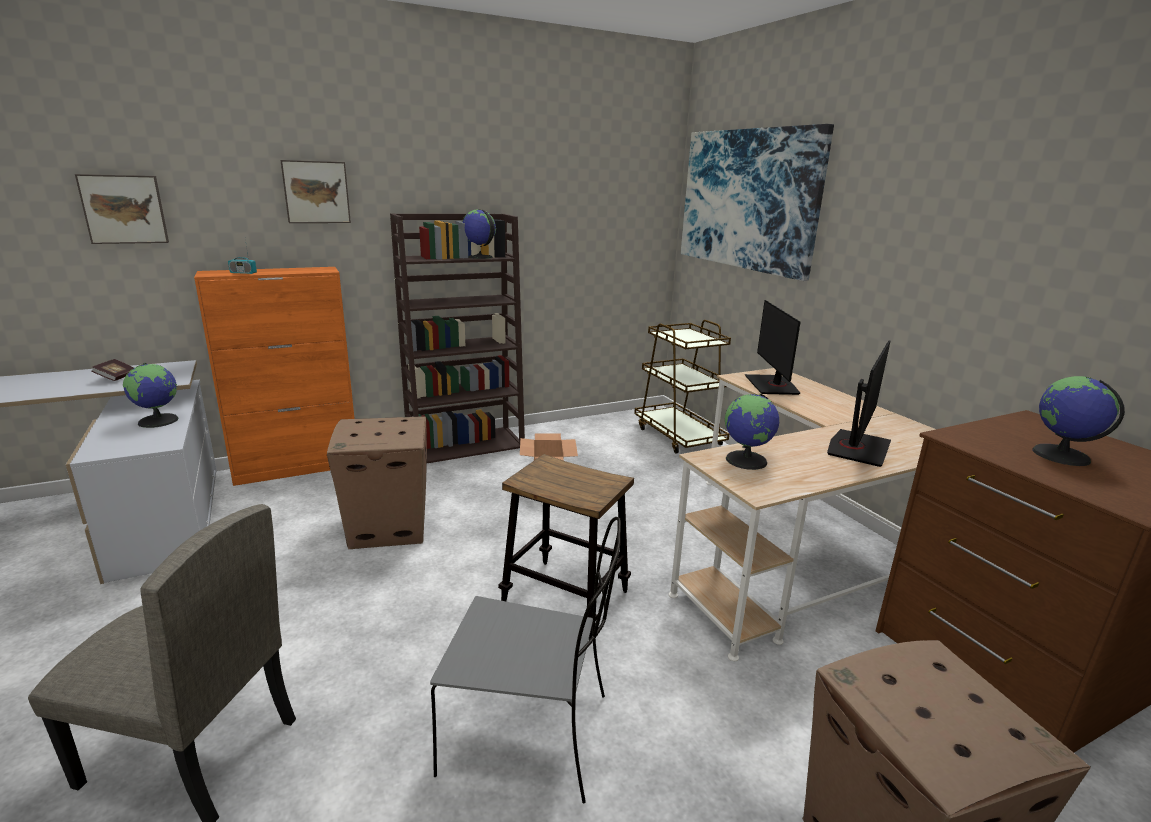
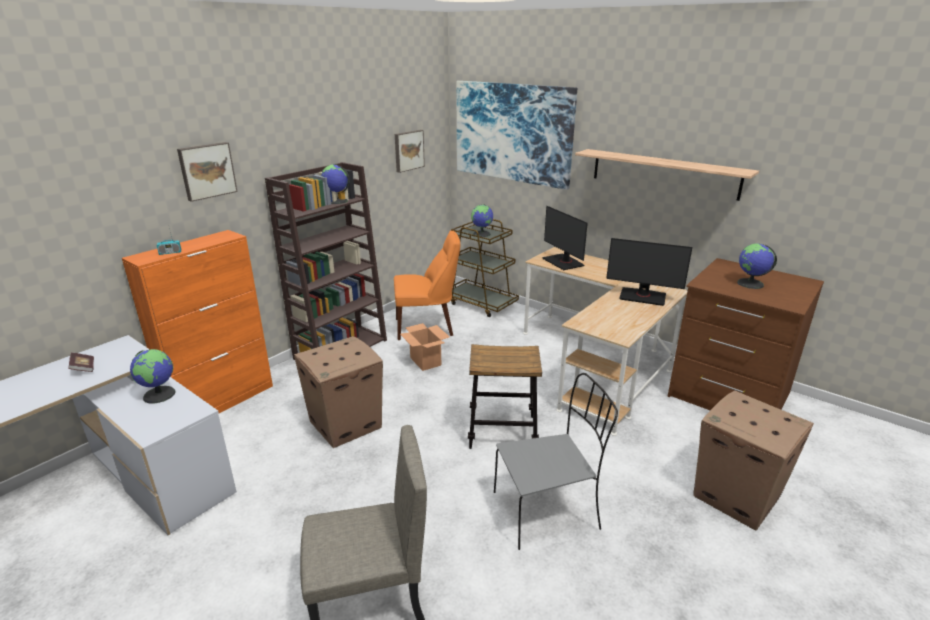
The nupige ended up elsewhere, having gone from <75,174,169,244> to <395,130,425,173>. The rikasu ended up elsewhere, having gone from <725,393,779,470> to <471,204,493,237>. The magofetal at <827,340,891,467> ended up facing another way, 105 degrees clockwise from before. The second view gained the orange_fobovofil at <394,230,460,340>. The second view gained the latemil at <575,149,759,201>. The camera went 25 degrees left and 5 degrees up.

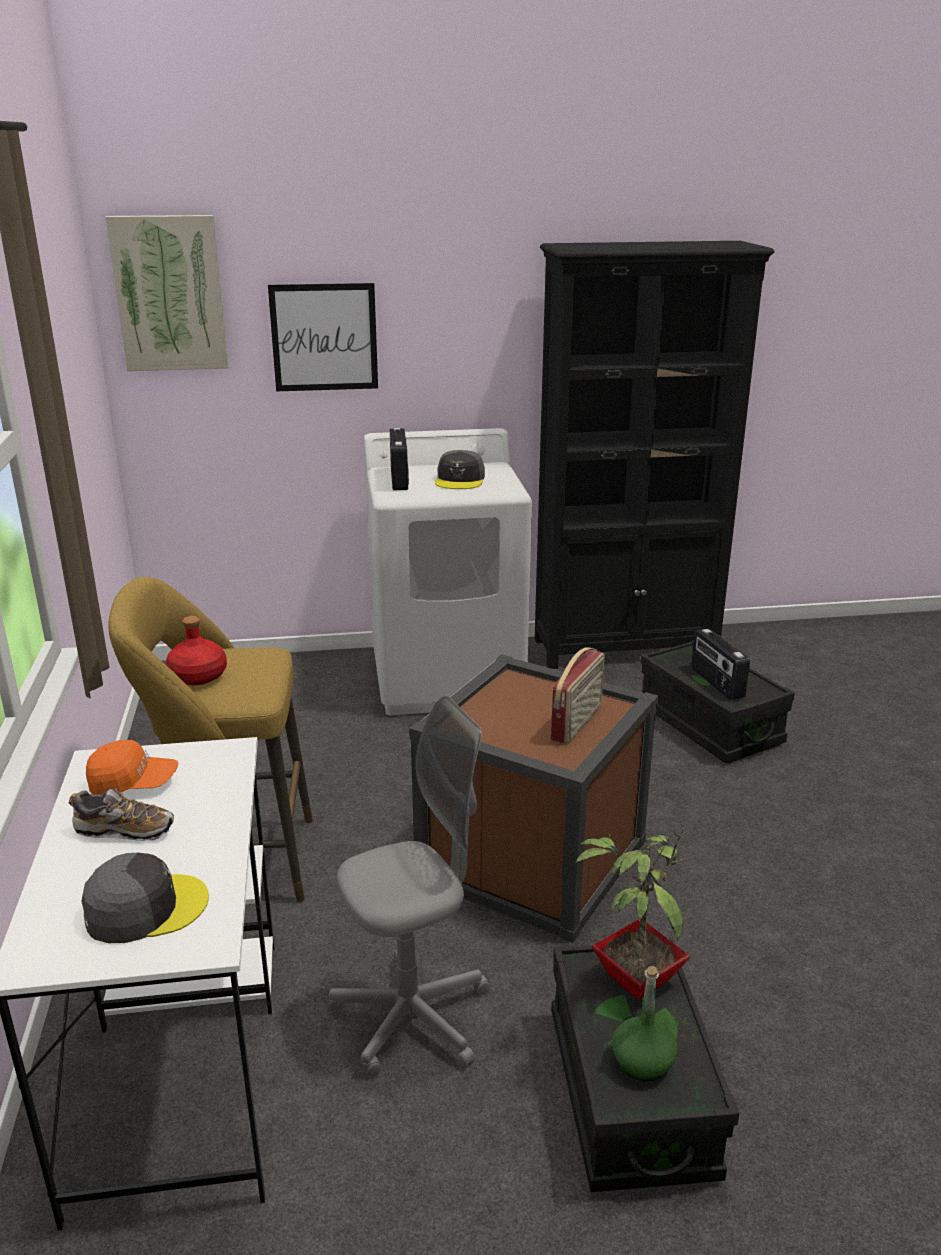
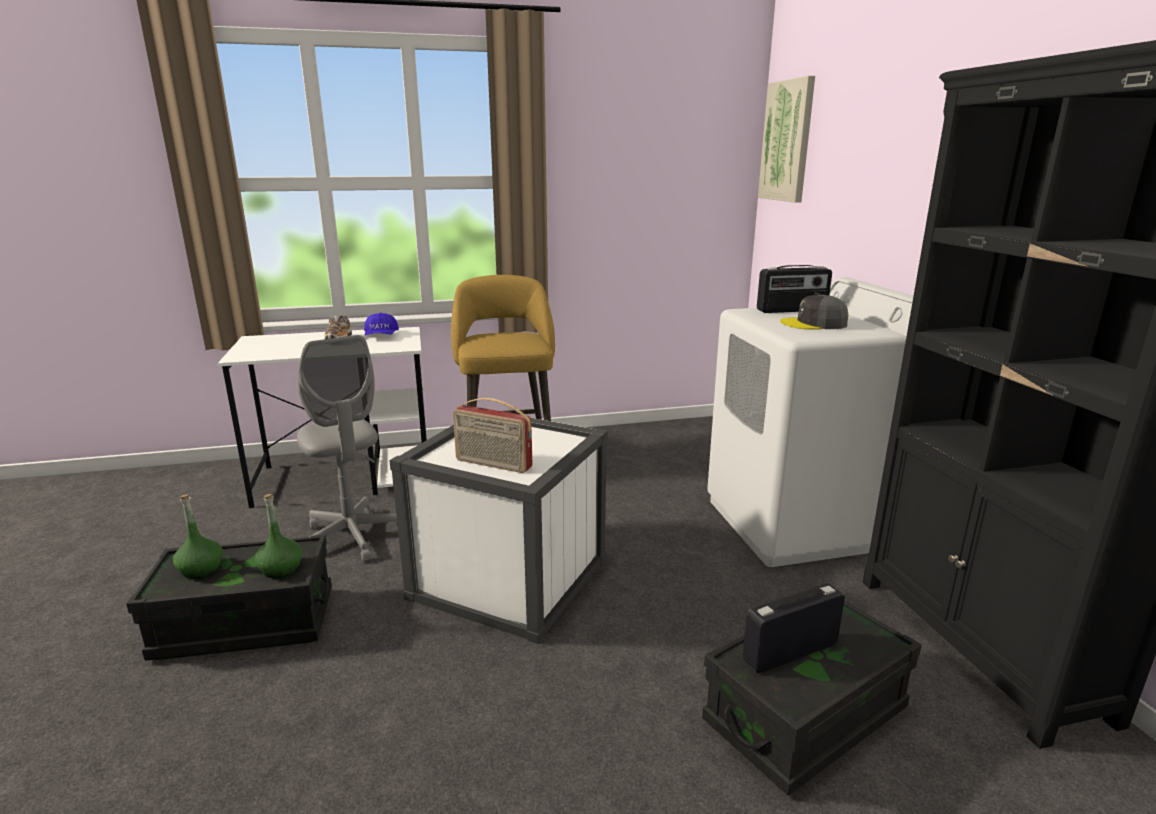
The second view lost the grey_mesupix at <81,853,209,943>. What was the orange_mesupix at <86,740,179,795> turned into the blue_mesupix at <364,313,399,335>. The second view lost the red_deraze at <166,616,227,685>. The second view lost the nupige at <268,283,378,391>. What was the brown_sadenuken at <409,654,658,943> turned into the white_sadenuken at <389,418,608,644>. Where the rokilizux stood at <575,822,696,1000>, the green_deraze came to stand at <255,494,302,578>. The camera went 85 degrees right and 5 degrees down.

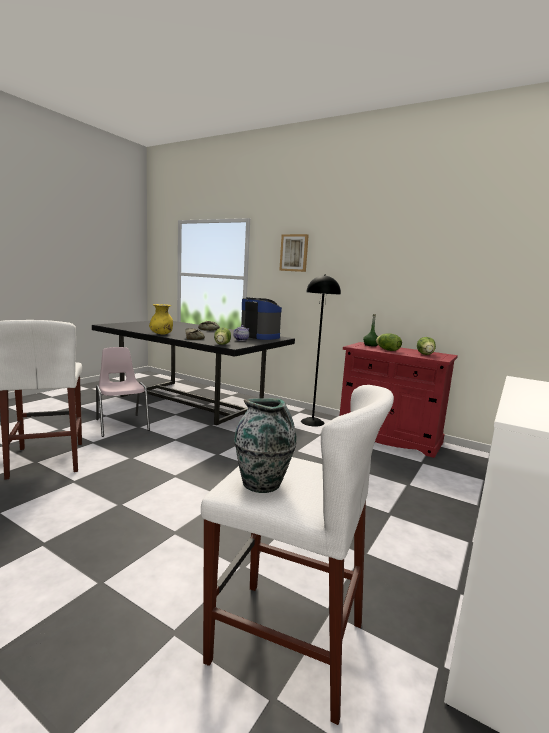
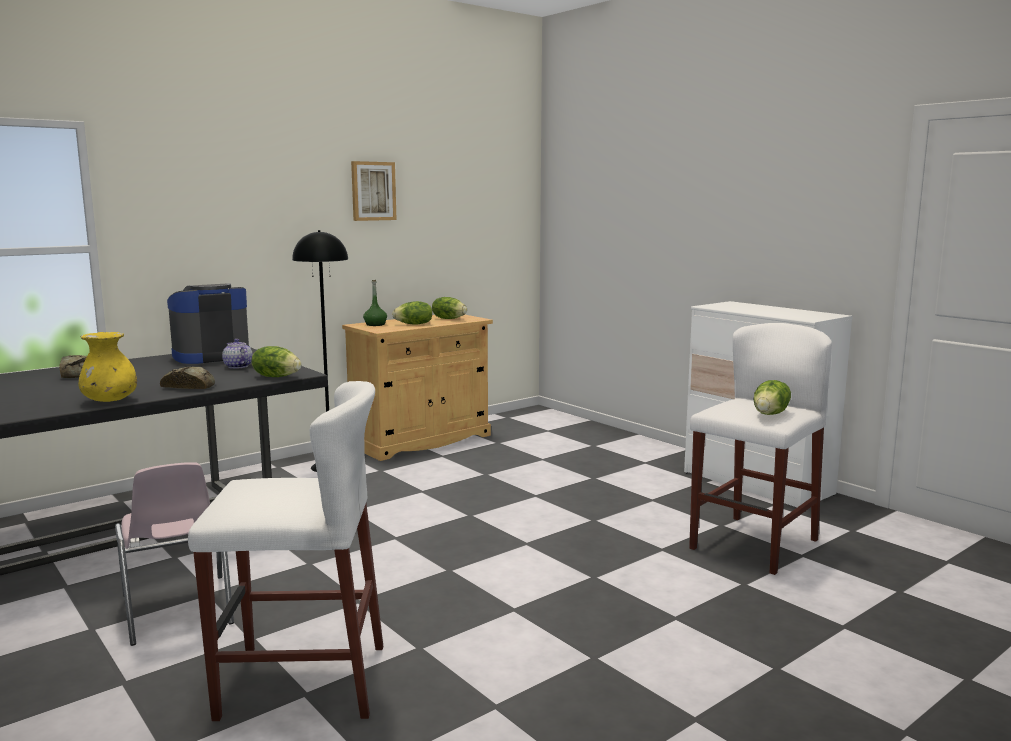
The pink_fobovofil at <96,347,150,437> ended up facing another way, 105 degrees counterclockwise from before. Where the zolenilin stood at <234,398,297,493>, the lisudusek came to stand at <754,380,791,415>. The nupige ended up elsewhere, having gone from <279,234,309,272> to <351,161,397,221>. What was the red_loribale at <339,342,458,458> turned into the beige_loribale at <342,315,493,461>. The camera went 70 degrees left and 0 degrees up.

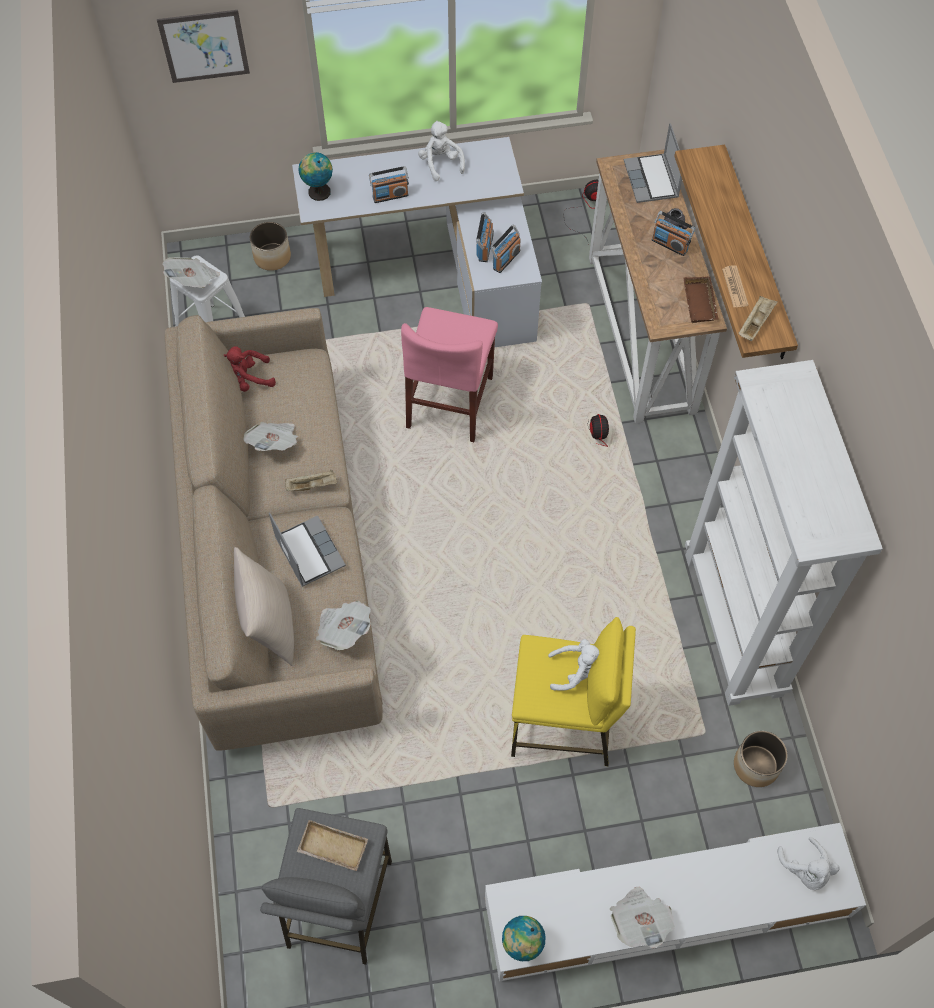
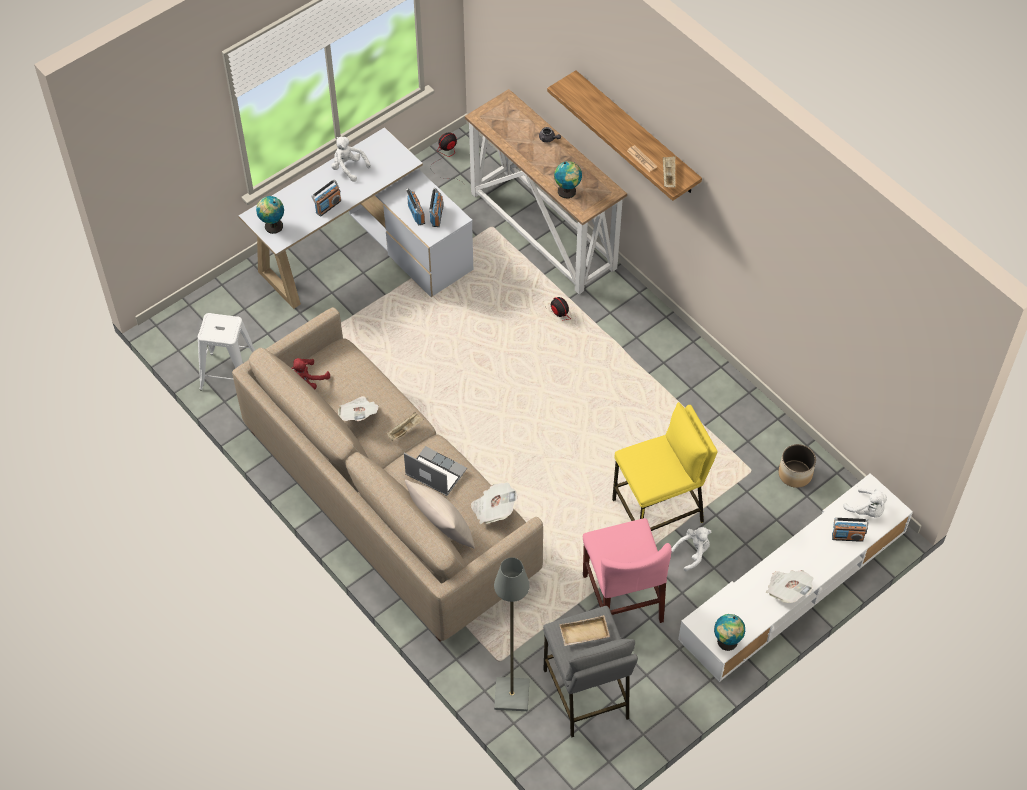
The second view lost the nupige at <157,10,250,83>. The second view lost the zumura at <162,257,220,288>. The second view lost the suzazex at <250,222,291,271>. The pink_fobovofil ended up elsewhere, having gone from <401,307,498,442> to <583,518,672,623>. The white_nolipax ended up elsewhere, having gone from <548,639,599,691> to <671,527,711,571>. The second view lost the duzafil at <624,123,682,203>. The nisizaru ended up elsewhere, having gone from <652,211,695,256> to <832,518,869,542>. The second view lost the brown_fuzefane at <684,277,719,323>. The second view lost the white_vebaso at <685,360,883,706>. The second view gained the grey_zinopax at <494,557,530,711>. The second view gained the rikasu at <554,161,582,199>. The camera went 30 degrees left and 5 degrees down.

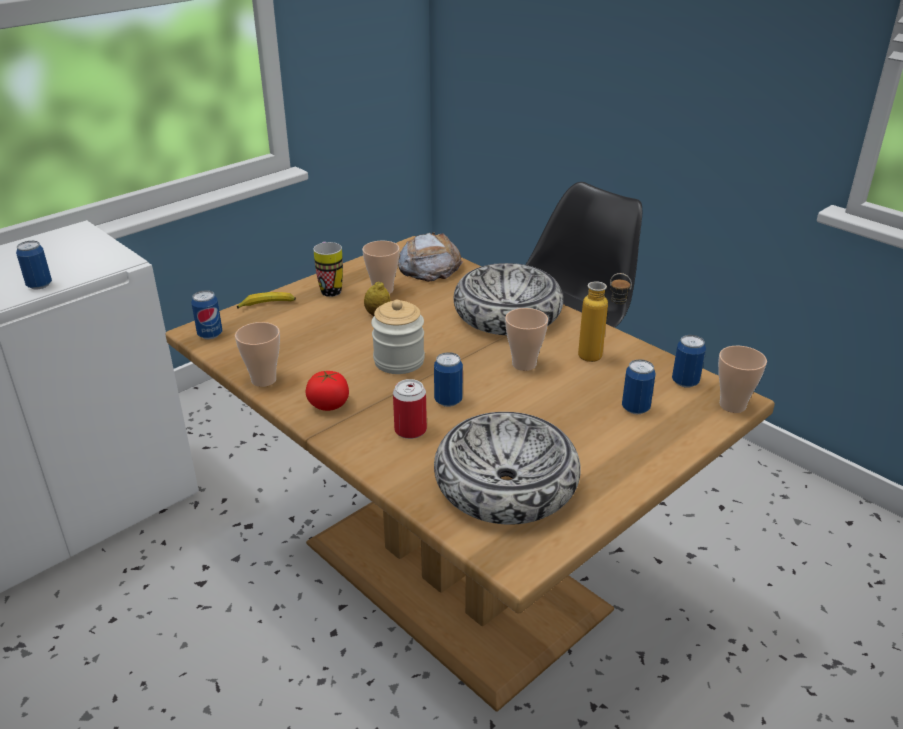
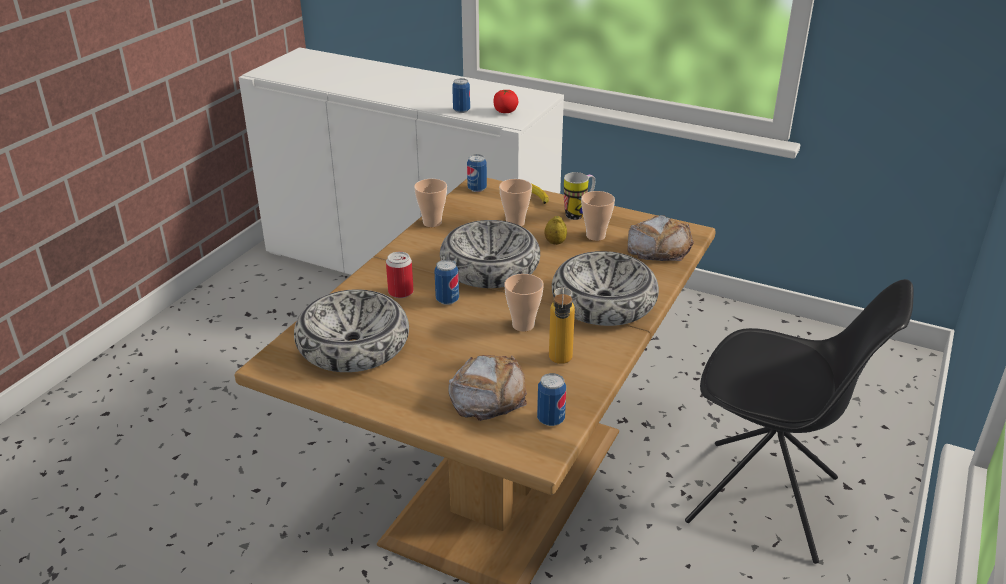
The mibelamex ended up elsewhere, having gone from <305,371,349,411> to <493,90,518,113>. Where the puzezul stood at <371,300,425,374>, the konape came to stand at <440,220,540,288>. Where the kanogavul stood at <622,359,655,414>, the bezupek came to stand at <448,355,527,421>. The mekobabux ended up elsewhere, having gone from <718,346,767,413> to <499,179,532,226>. The camera went 70 degrees right and 0 degrees up.

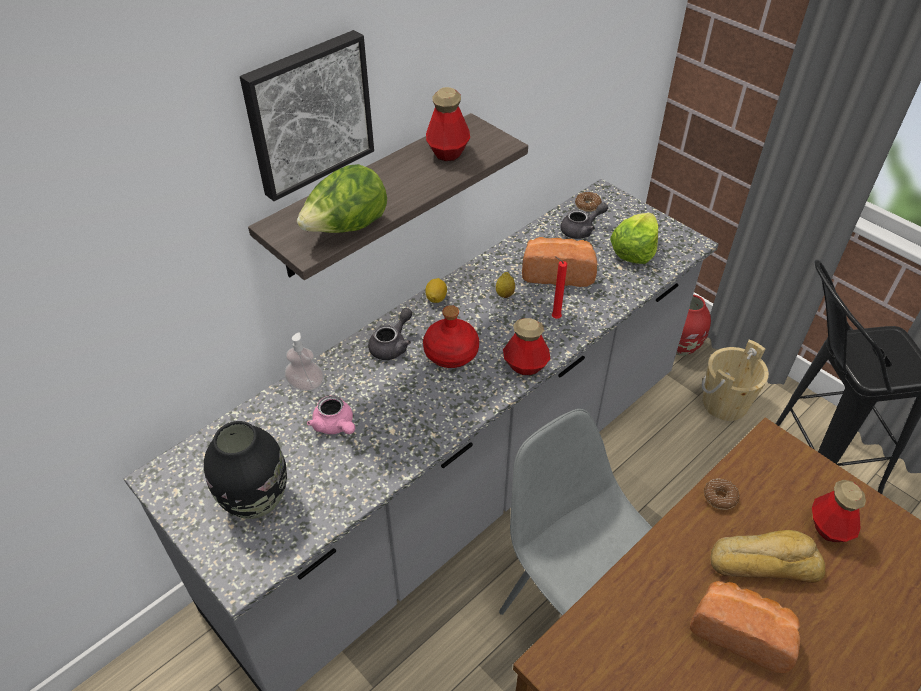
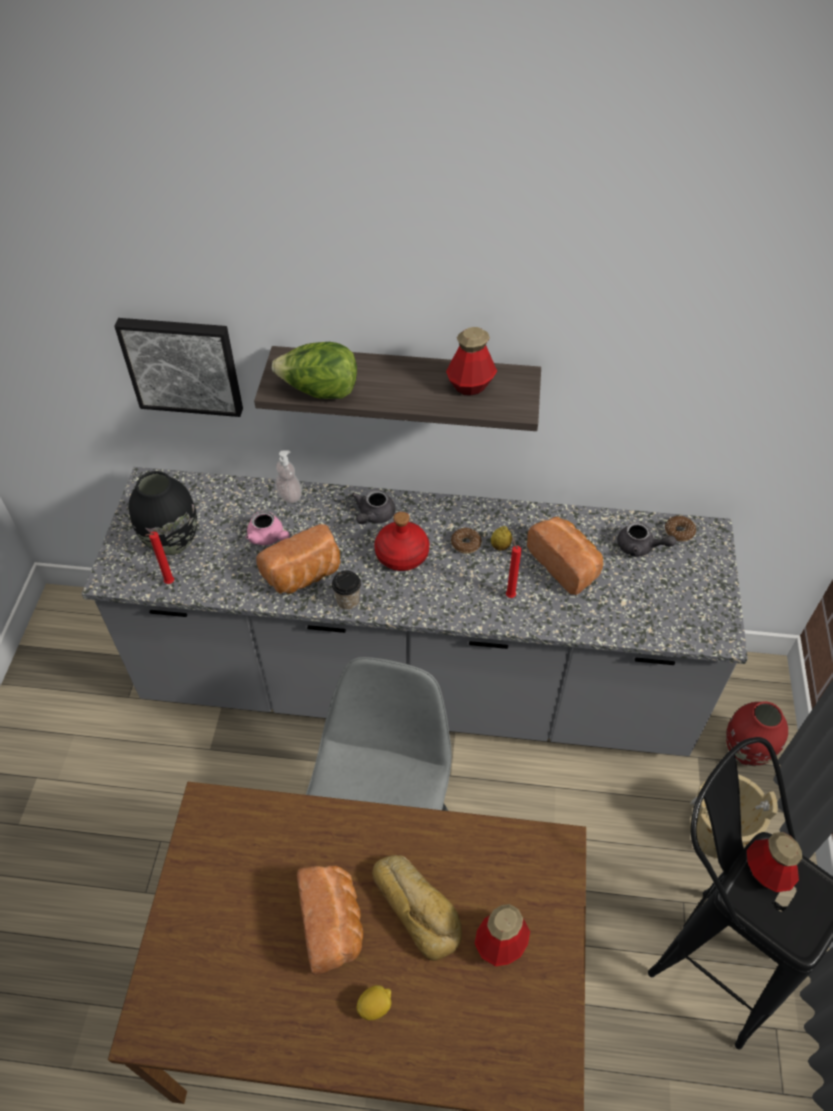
The nupige ended up elsewhere, having gone from <239,30,374,201> to <114,318,243,417>. The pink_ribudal at <307,395,355,434> ended up facing another way, 60 degrees counterclockwise from before. The grey_ribudal at <368,308,412,360> ended up facing another way, 120 degrees clockwise from before. The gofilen ended up elsewhere, having gone from <426,278,447,303> to <357,985,391,1020>. The deraze ended up elsewhere, having gone from <503,318,551,375> to <747,832,802,892>. The second view lost the lisudusek at <610,213,658,264>. The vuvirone ended up elsewhere, having gone from <704,478,739,510> to <451,528,482,554>. The second view gained the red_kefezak at <145,532,174,584>. The second view gained the bezupek at <256,524,341,594>. The second view gained the mekobabux at <332,570,361,610>. The camera went 50 degrees right and 5 degrees up.

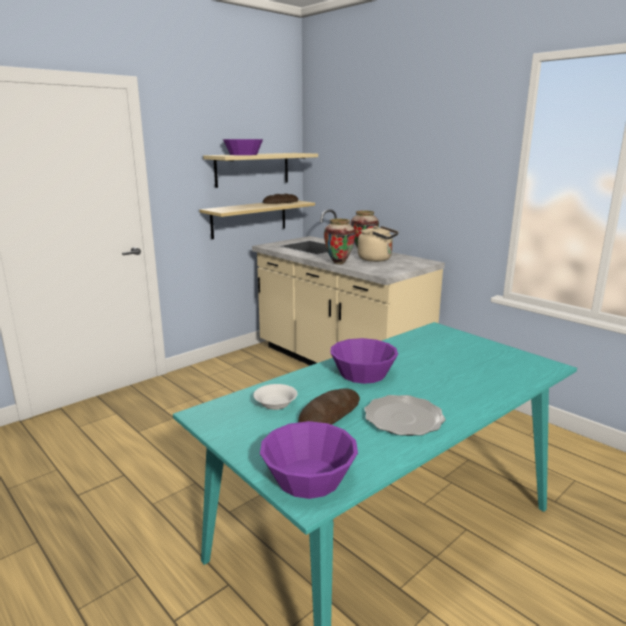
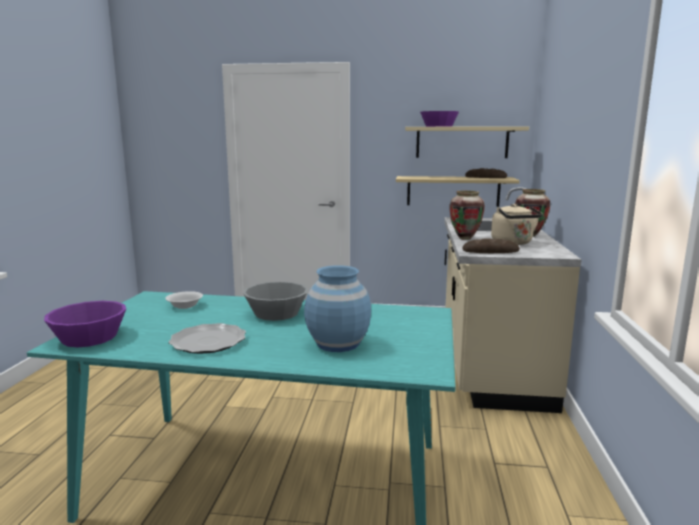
The bezupek ended up elsewhere, having gone from <298,388,360,425> to <463,238,520,253>. What was the purple_konape at <331,338,398,384> turned into the grey_konape at <243,282,308,321>. The second view gained the blue_zolenilin at <304,265,371,352>. The camera went 50 degrees right and 5 degrees down.

